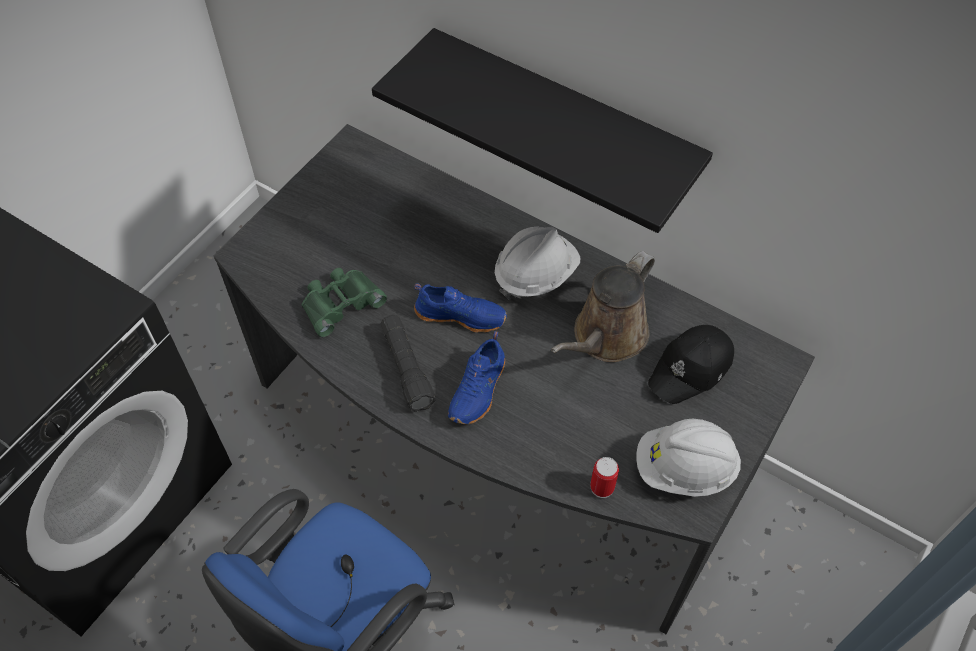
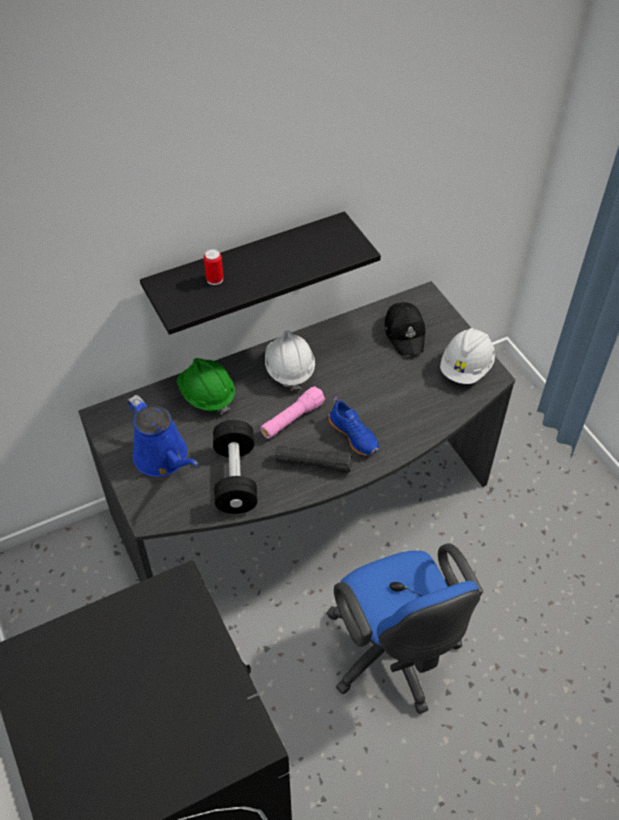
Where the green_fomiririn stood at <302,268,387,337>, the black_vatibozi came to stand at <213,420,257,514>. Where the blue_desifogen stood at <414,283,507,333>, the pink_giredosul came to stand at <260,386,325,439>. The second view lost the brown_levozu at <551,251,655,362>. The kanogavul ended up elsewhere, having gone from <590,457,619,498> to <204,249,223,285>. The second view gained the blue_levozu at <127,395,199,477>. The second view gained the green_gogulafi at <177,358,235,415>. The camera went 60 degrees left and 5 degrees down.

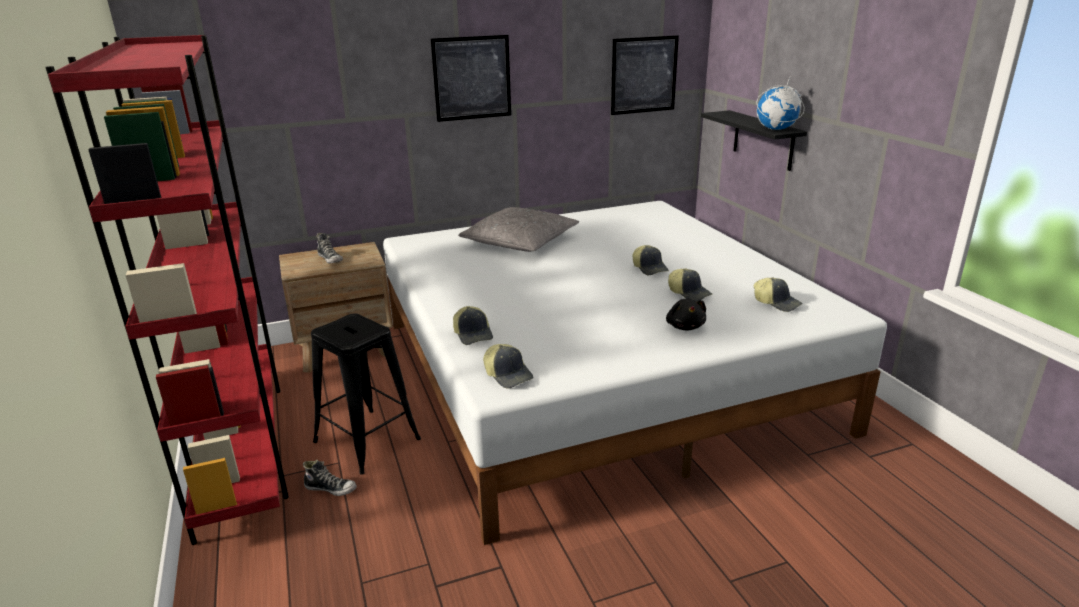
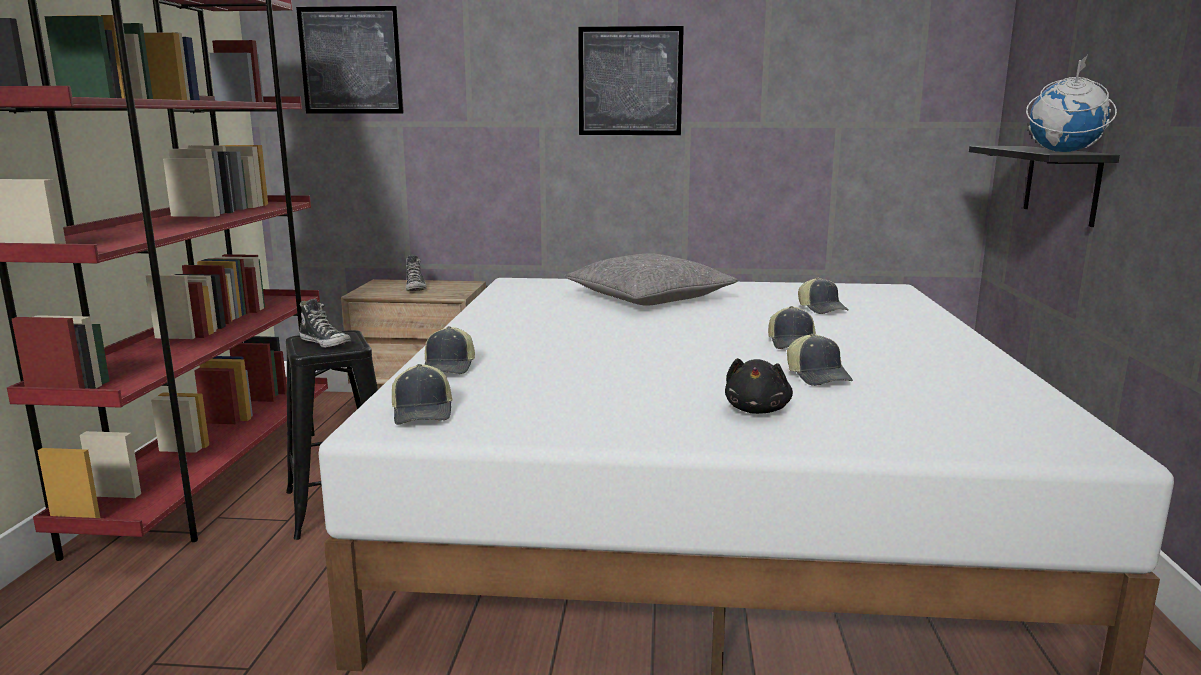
The desifogen ended up elsewhere, having gone from <303,460,357,496> to <299,299,351,348>. The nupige ended up elsewhere, having gone from <611,35,679,115> to <296,6,404,114>. The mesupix ended up elsewhere, having gone from <754,277,803,312> to <798,277,848,314>. The camera went 25 degrees right and 10 degrees down.

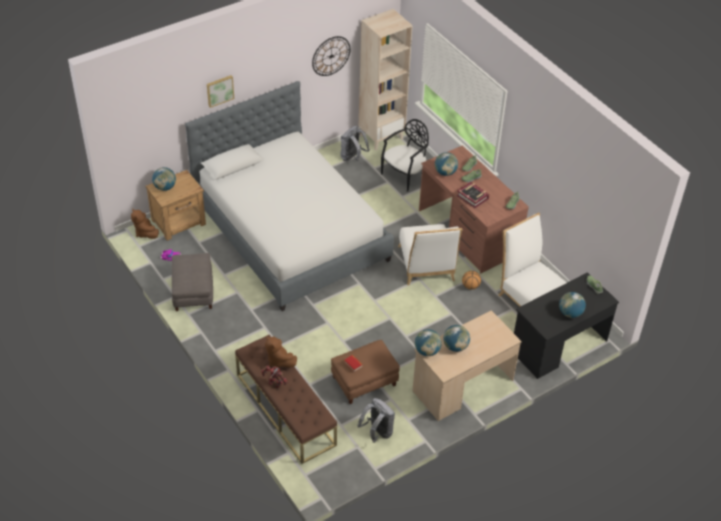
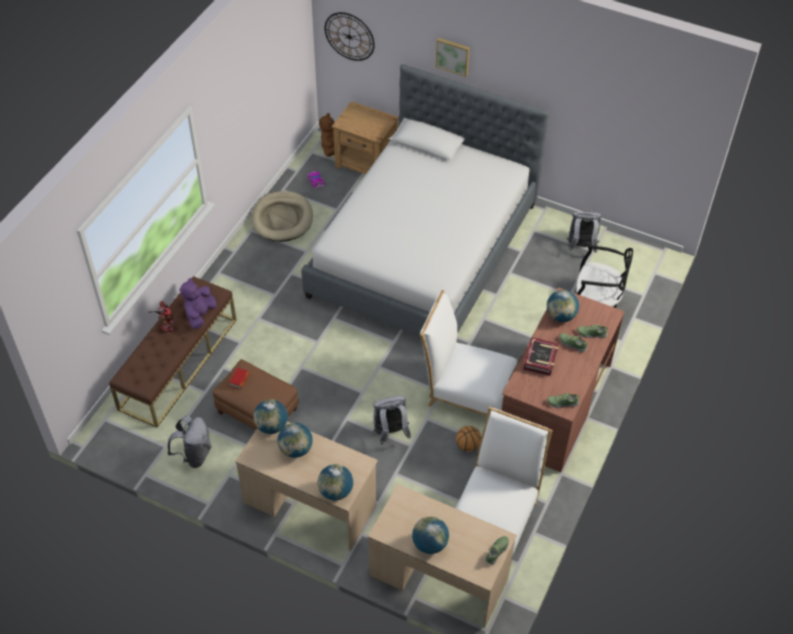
The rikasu ended up elsewhere, having gone from <152,167,176,191> to <318,464,353,500>. Where the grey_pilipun stood at <172,253,213,311>, the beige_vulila came to stand at <251,191,313,242>. What was the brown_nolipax at <265,336,297,368> turned into the purple_nolipax at <180,278,217,329>. The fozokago ended up elsewhere, having gone from <312,36,350,76> to <325,12,375,61>. The second view lost the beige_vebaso at <359,9,413,151>. The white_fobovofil at <398,224,463,285> ended up facing another way, 60 degrees clockwise from before. What was the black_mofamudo at <514,272,619,379> turned into the beige_mofamudo at <368,484,517,628>. The second view gained the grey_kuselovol at <373,395,411,445>. The camera went 60 degrees right and 5 degrees up.

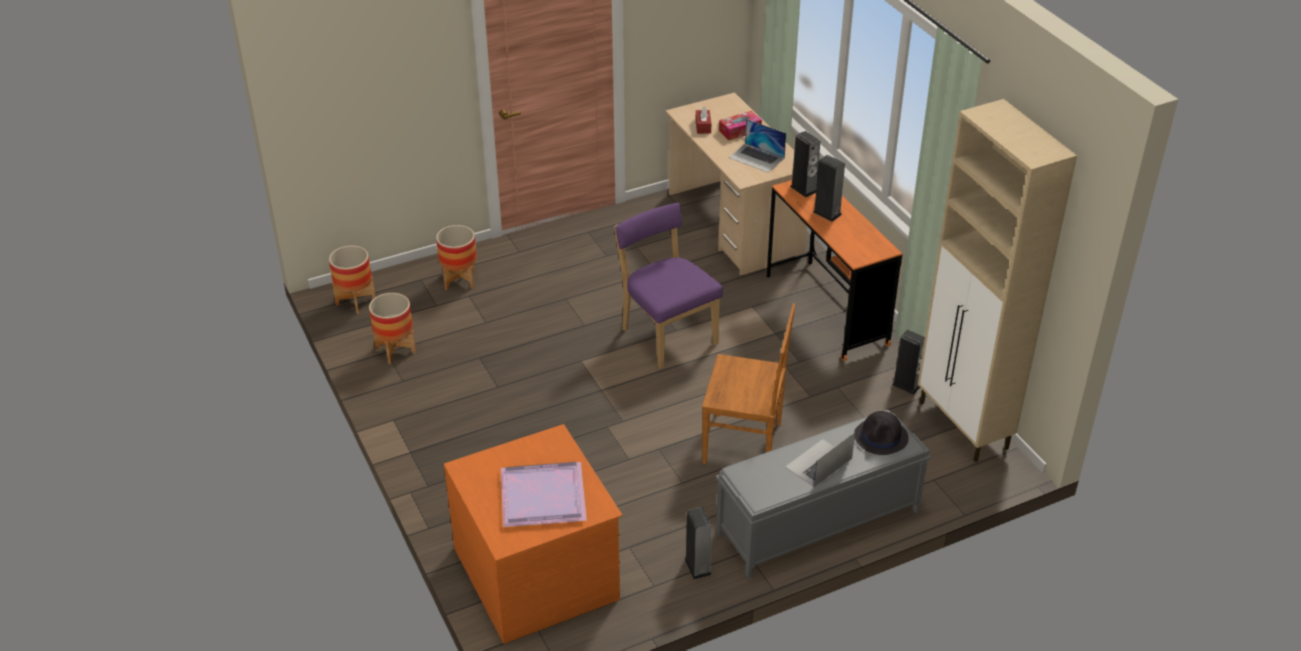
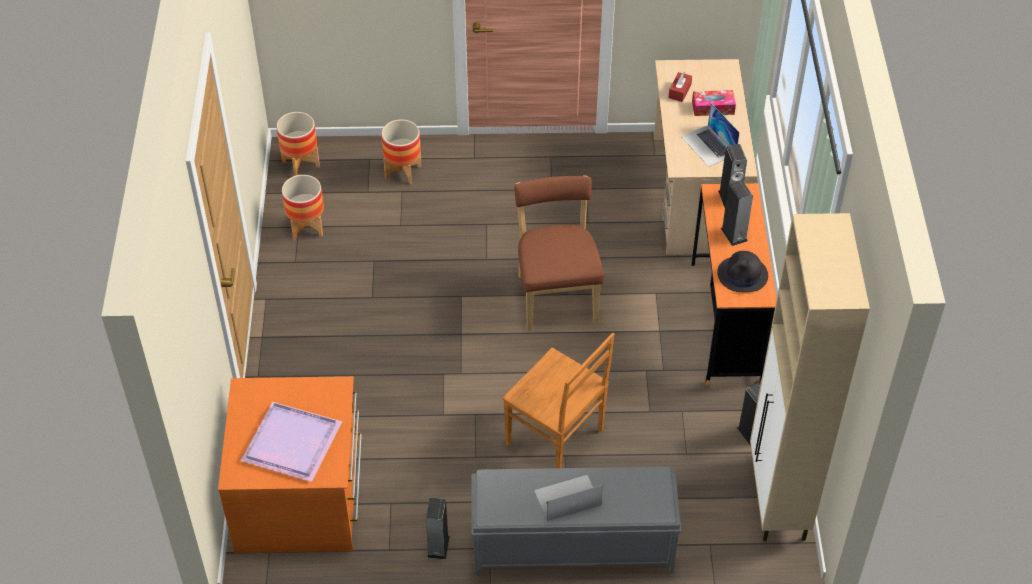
What was the purple_fobovofil at <614,203,723,369> turned into the brown_fobovofil at <514,175,604,331>. The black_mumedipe ended up elsewhere, having gone from <854,411,909,455> to <717,251,768,292>. The camera went 25 degrees right and 10 degrees up.

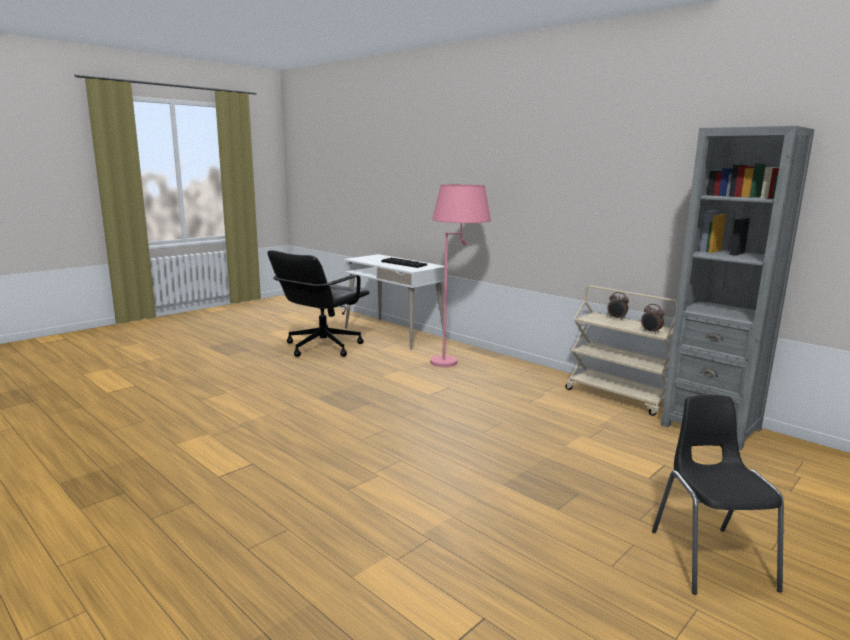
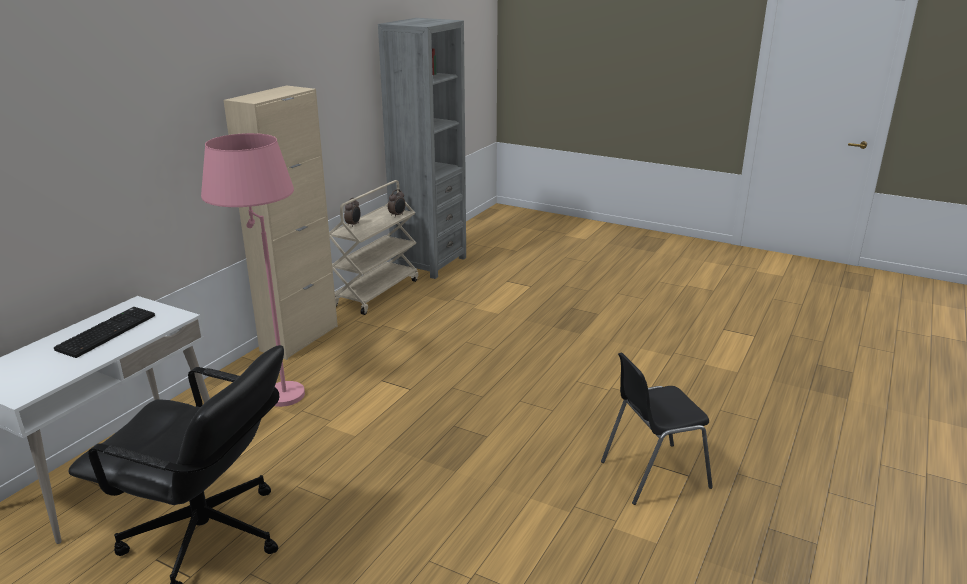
The black_fobovofil ended up elsewhere, having gone from <652,395,784,595> to <601,352,713,505>. The second view gained the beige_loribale at <223,85,338,360>. The camera went 105 degrees left and 10 degrees up.

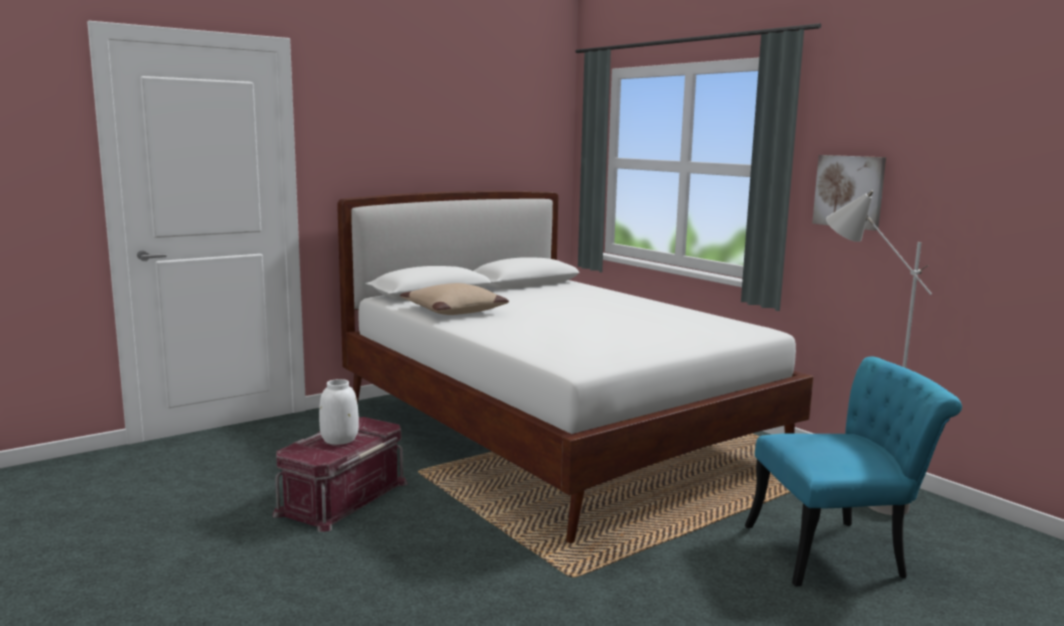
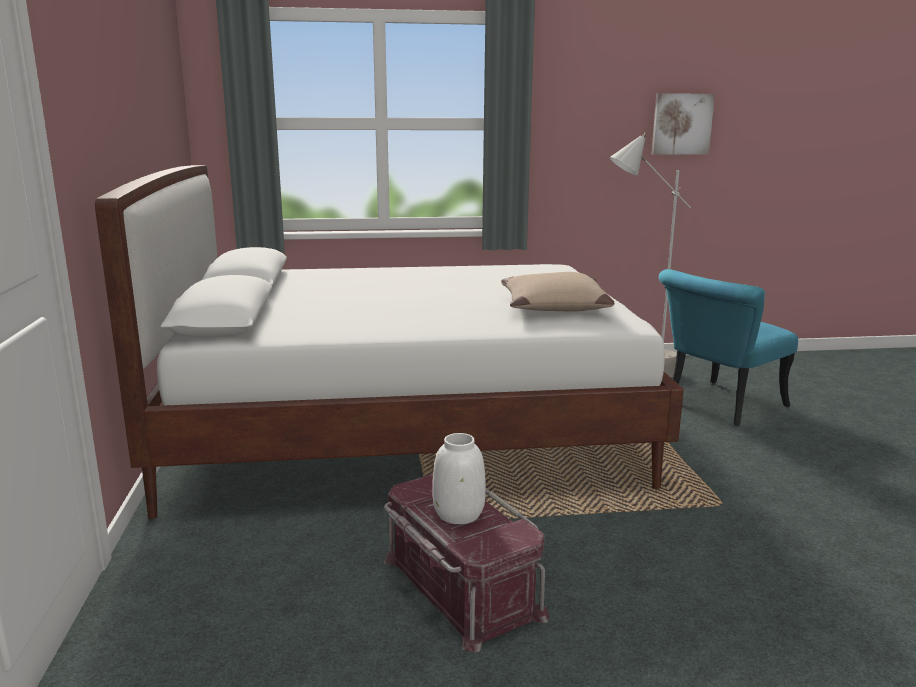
The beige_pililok ended up elsewhere, having gone from <400,283,509,315> to <501,272,615,312>. The turquoise_fobovofil at <745,356,962,587> ended up facing another way, 150 degrees counterclockwise from before. The nupige ended up elsewhere, having gone from <812,155,886,231> to <652,93,715,155>. The camera went 60 degrees left and 5 degrees up.

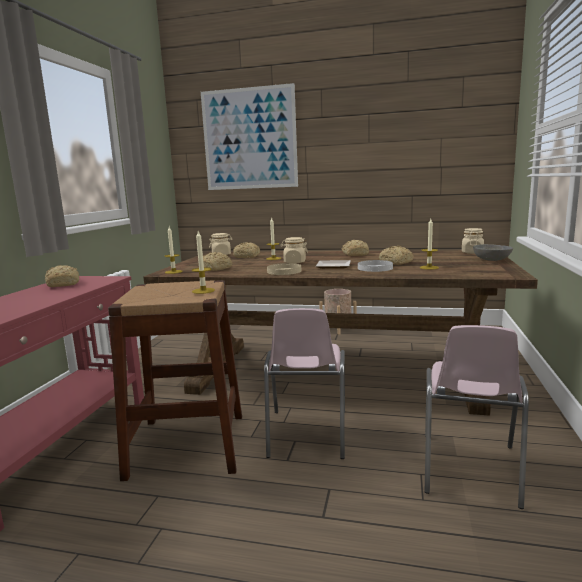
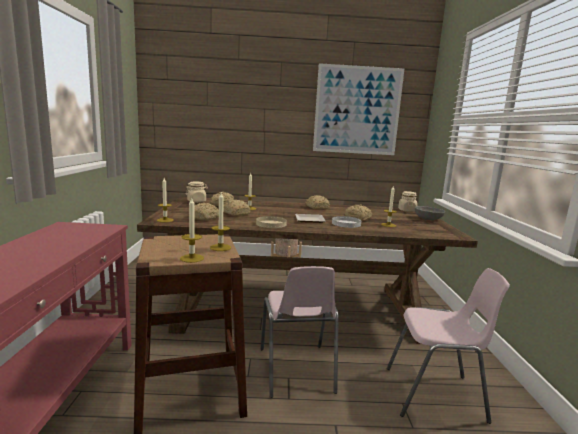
The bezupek ended up elsewhere, having gone from <45,265,79,287> to <223,200,251,216>. The nupige ended up elsewhere, having gone from <201,83,298,190> to <313,63,405,155>. The second view lost the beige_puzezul at <280,237,308,264>. The pink_fobovofil at <424,325,529,509> ended up facing another way, 90 degrees counterclockwise from before. The second view gained the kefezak at <180,198,204,263>. The camera went 15 degrees left and 0 degrees up.

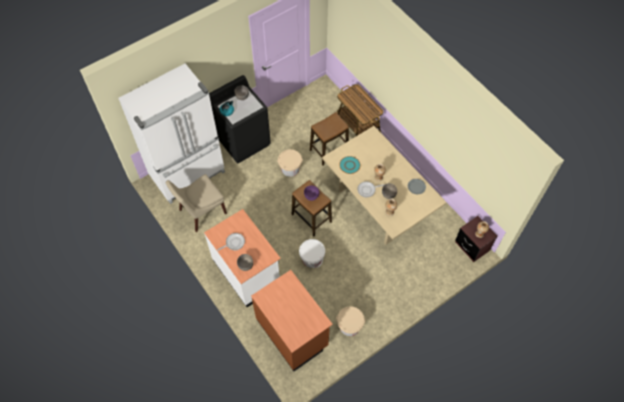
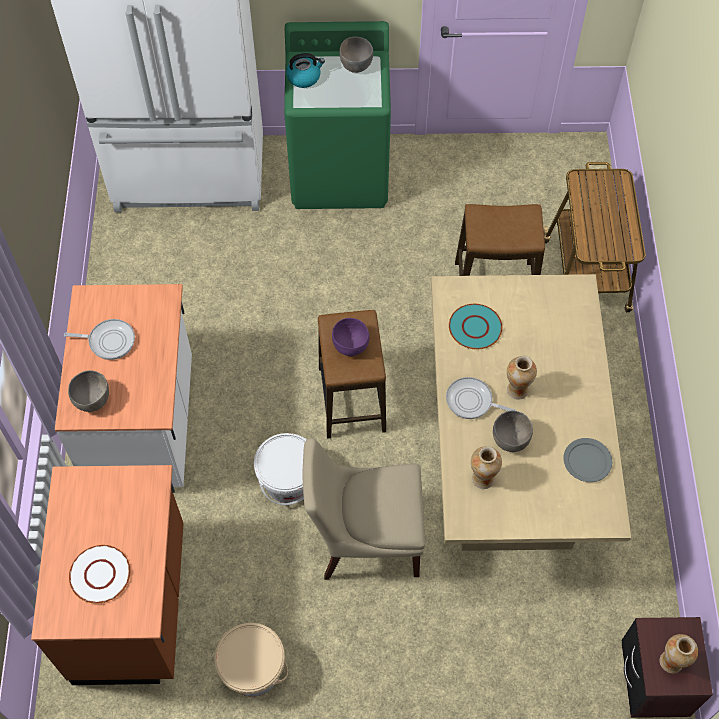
The beige_fobovofil ended up elsewhere, having gone from <166,174,227,232> to <303,438,425,580>. What was the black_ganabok at <209,75,271,163> turned into the green_ganabok at <284,21,391,209>. The second view lost the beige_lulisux at <277,149,303,177>. The second view gained the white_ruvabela at <69,545,131,604>. The camera went 35 degrees right and 0 degrees up.

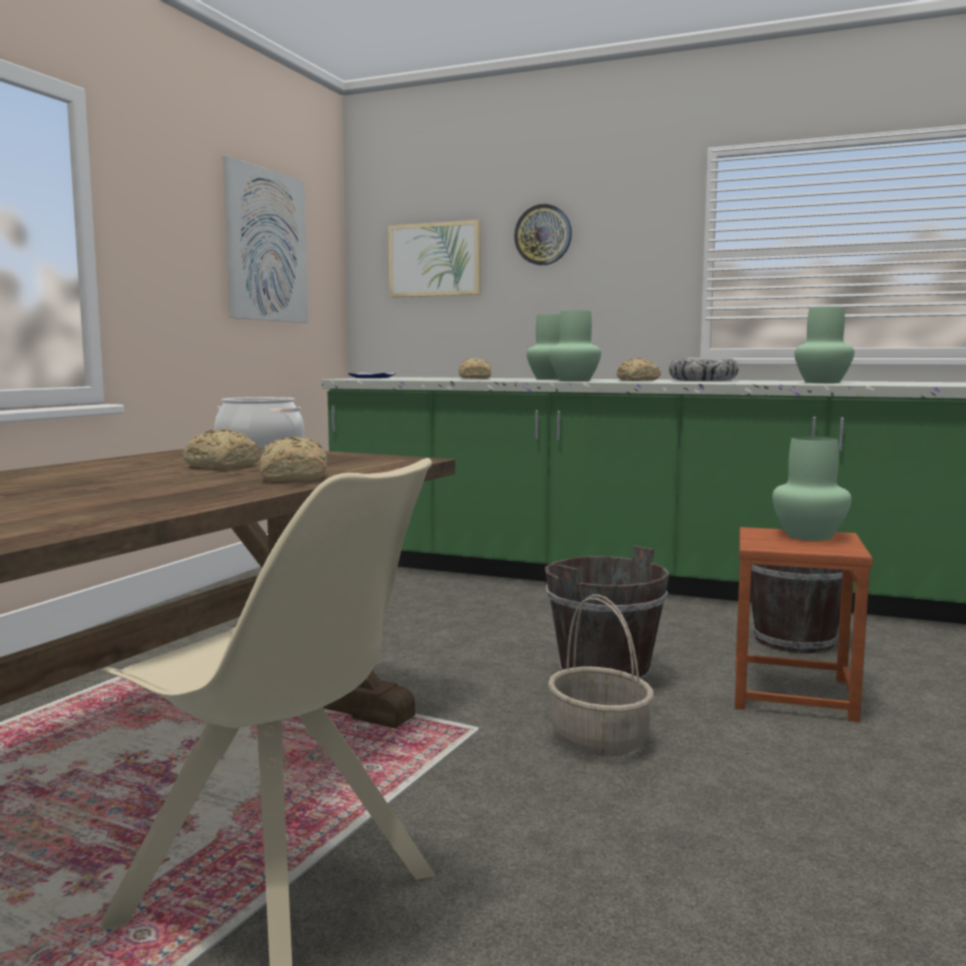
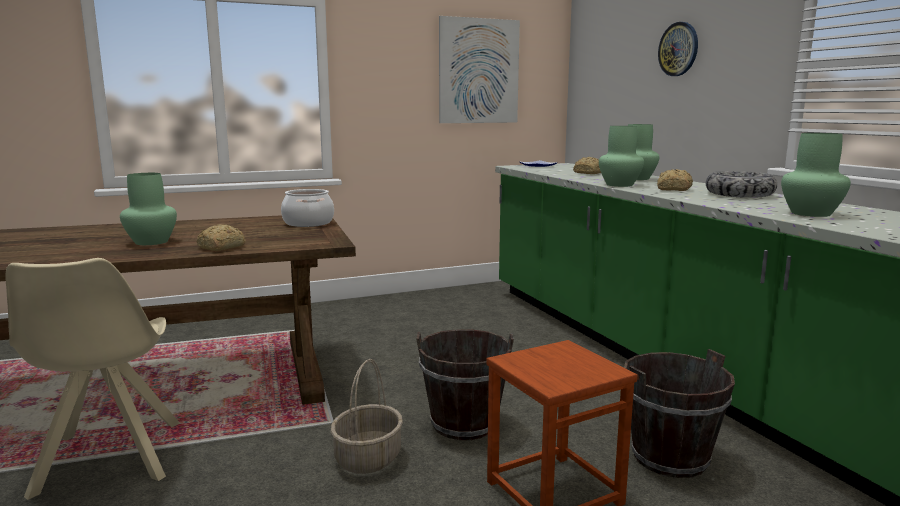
The second view lost the bezupek at <183,429,262,470>. The second view lost the nupige at <388,220,481,297>. The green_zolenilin ended up elsewhere, having gone from <772,437,851,541> to <120,173,177,245>. The camera went 45 degrees right and 5 degrees up.

